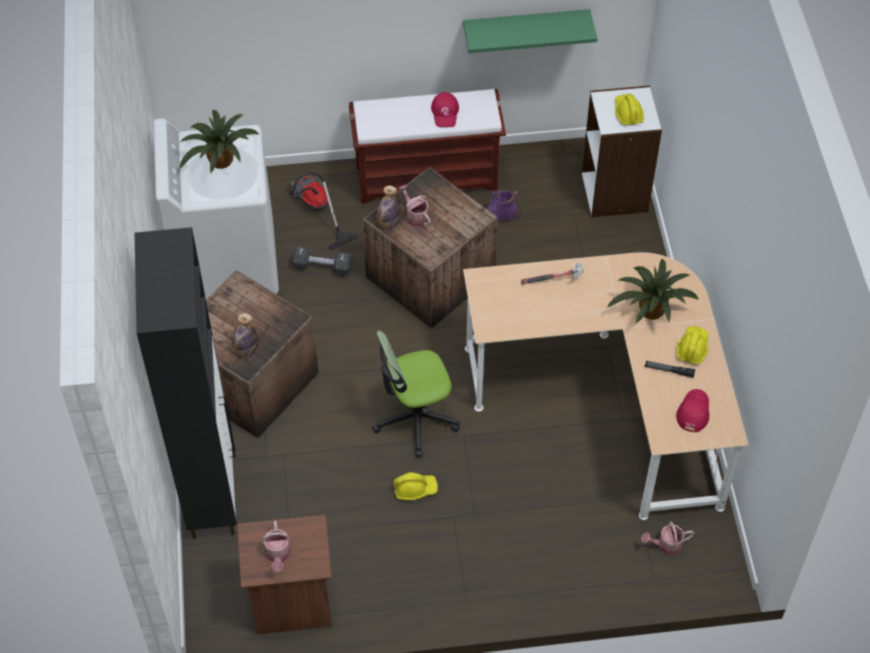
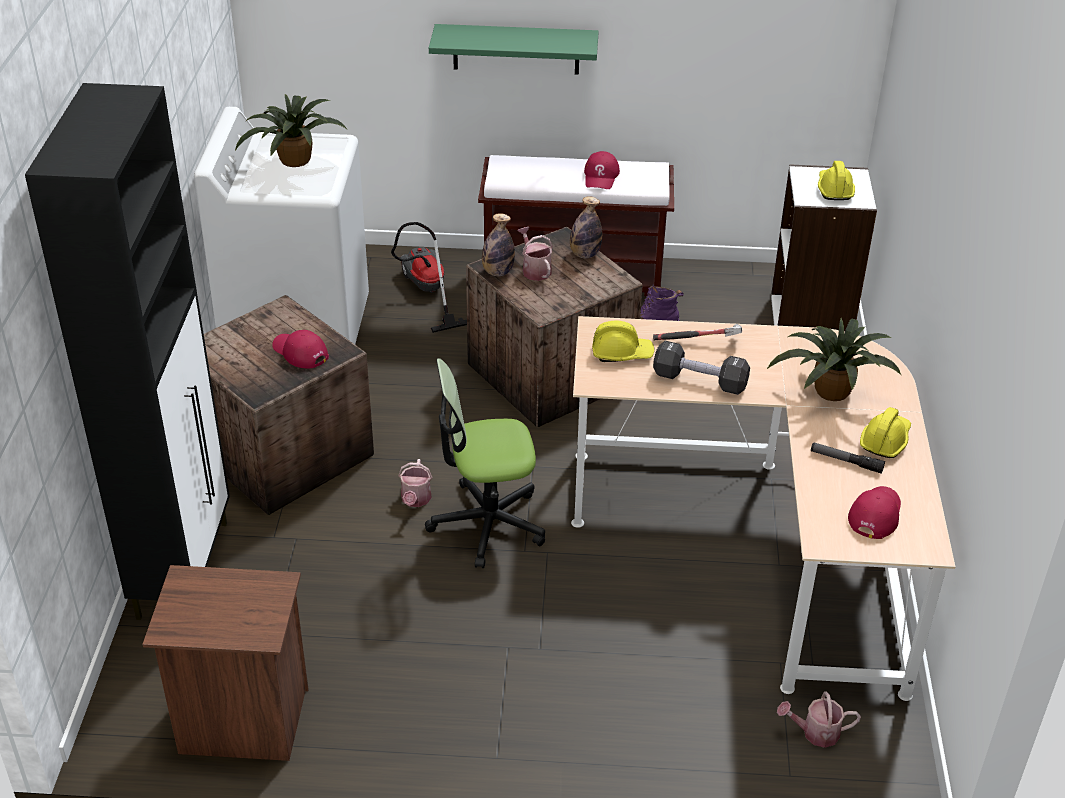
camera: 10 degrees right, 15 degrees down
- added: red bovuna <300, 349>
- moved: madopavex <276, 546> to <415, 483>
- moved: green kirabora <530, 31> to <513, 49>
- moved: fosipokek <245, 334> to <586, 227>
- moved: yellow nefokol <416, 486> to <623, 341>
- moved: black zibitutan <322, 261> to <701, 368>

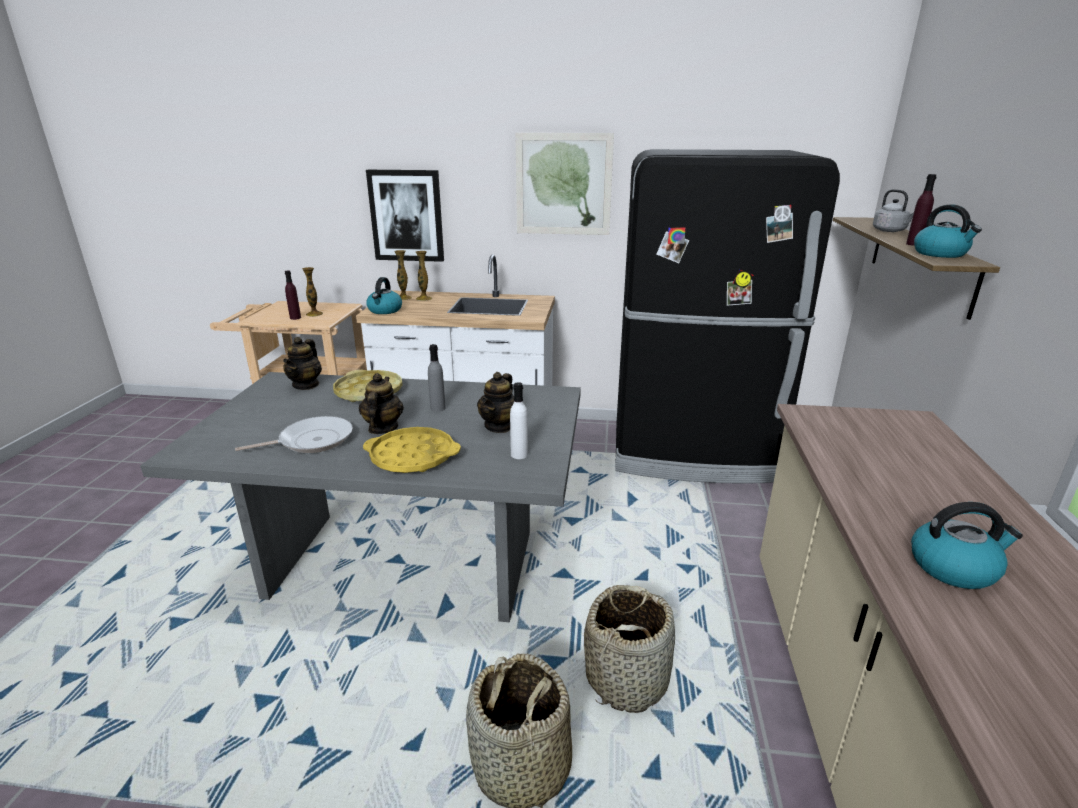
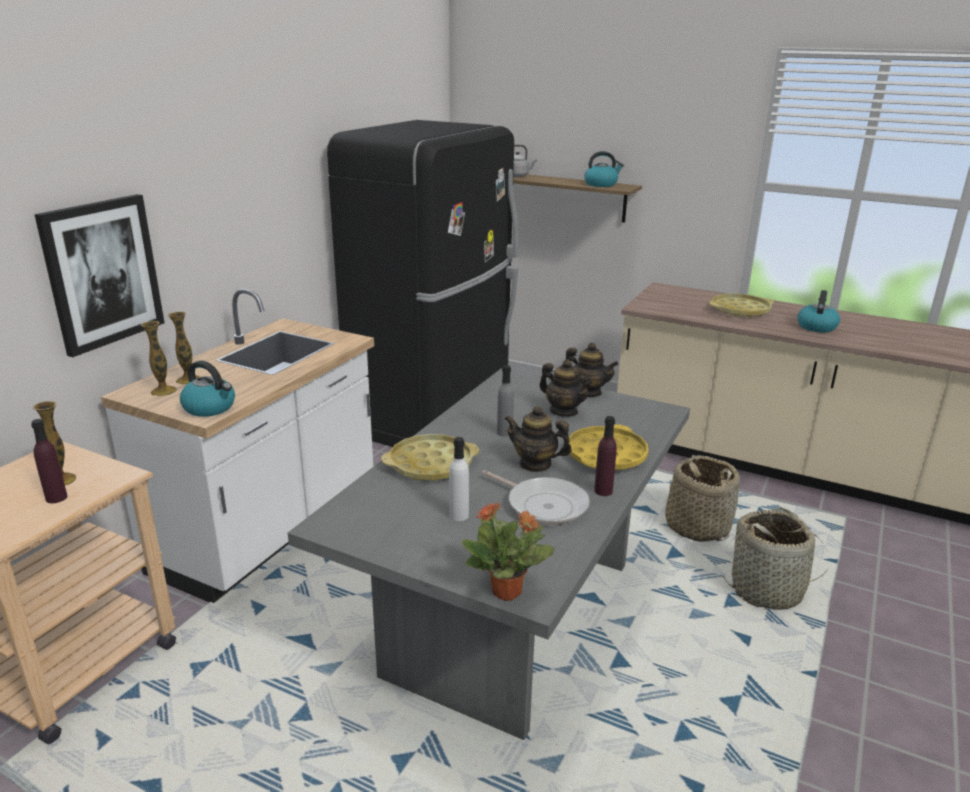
camera: 70 degrees left, 0 degrees up
- moved: white fosipokek <519, 420> to <459, 479>
- added: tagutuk <508, 551>
- turned: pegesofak <294, 434> = <536, 497> 135 degrees clockwise
- moved: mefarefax <302, 363> to <592, 370>
- moved: purple fosipokek <921, 210> to <605, 456>
- added: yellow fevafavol <741, 305>
- removed: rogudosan <564, 184>

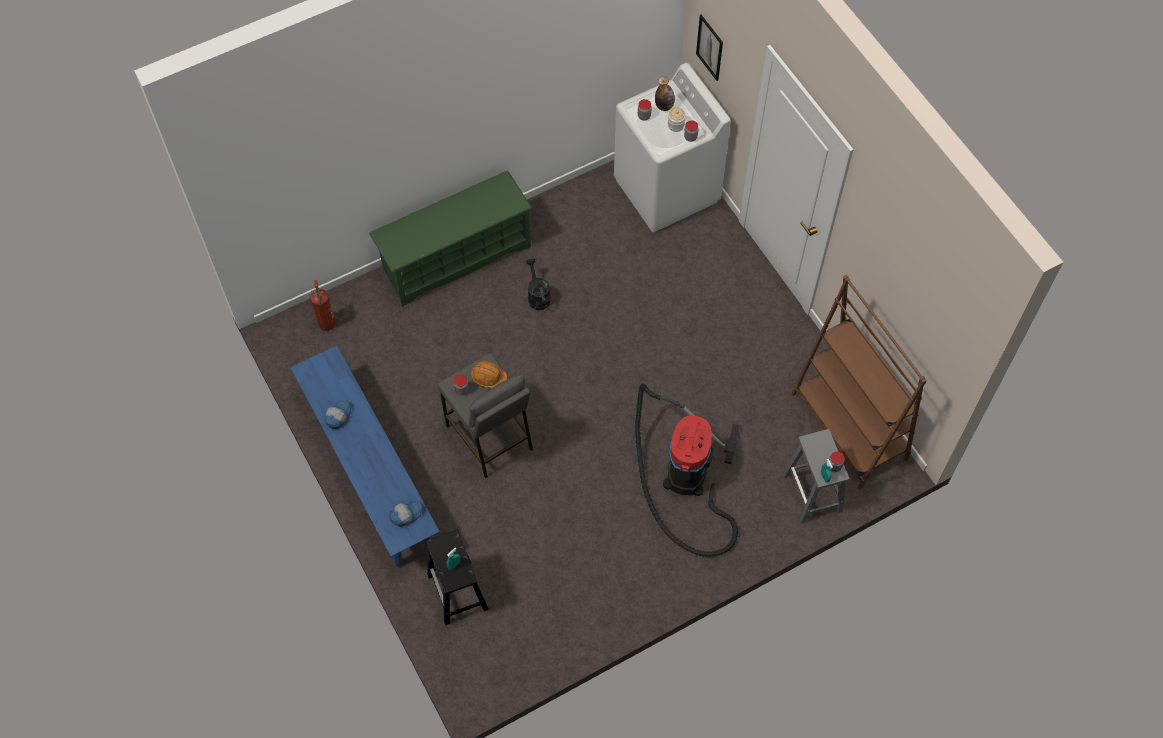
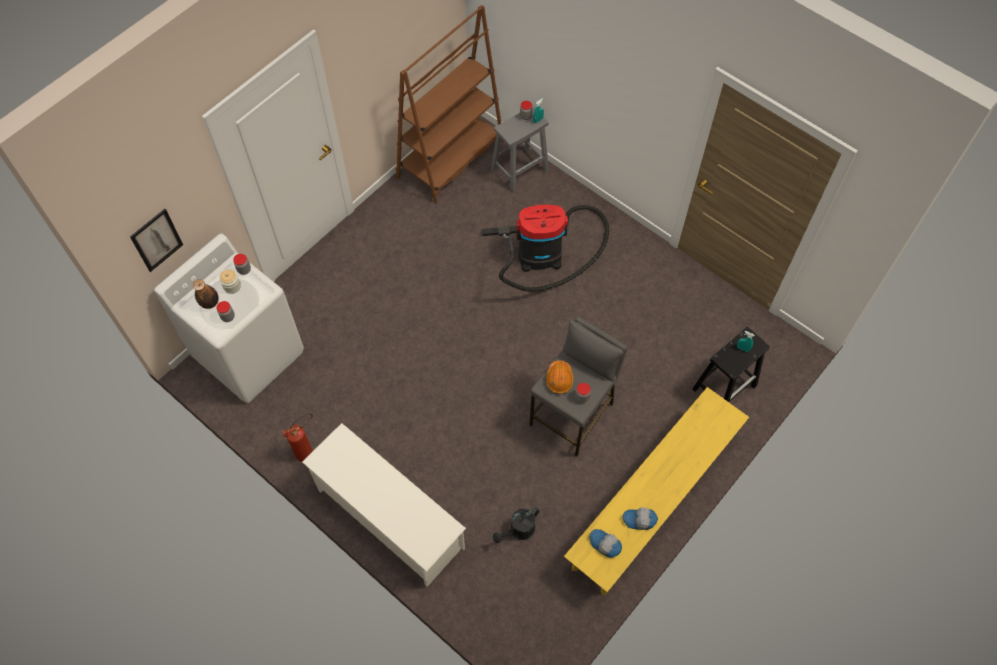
camera: 110 degrees left, 0 degrees up
- moved: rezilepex <323, 305> to <297, 437>
- recoloured: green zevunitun <450, 239> to white zevunitun <384, 505>
- moved: black madopavex <538, 284> to <516, 525>
- recoloured: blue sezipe <365, 456> to yellow sezipe <656, 491>
- moved: bovuna <405, 514> to <606, 543>

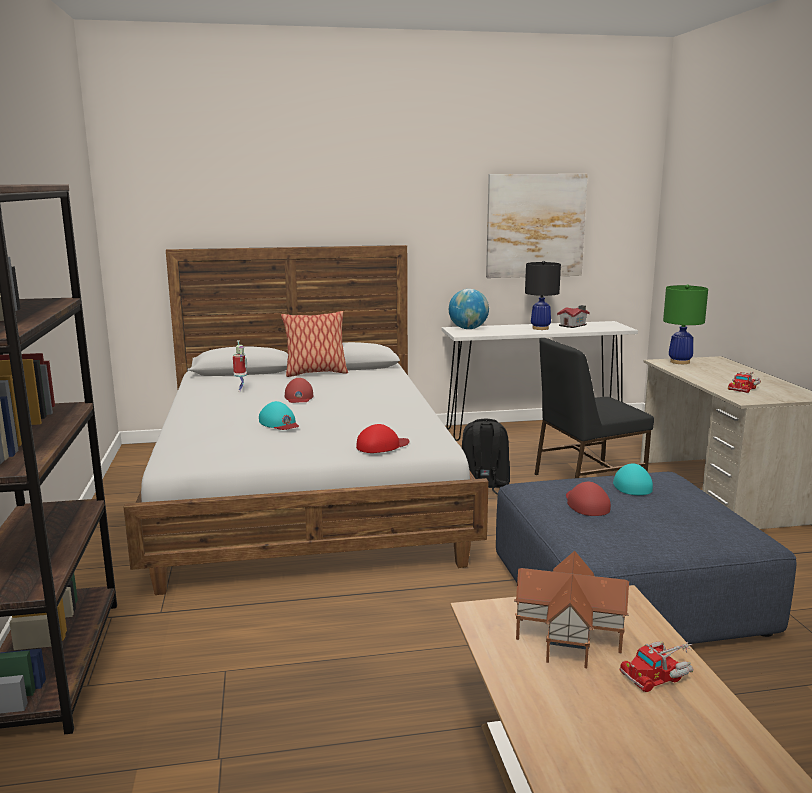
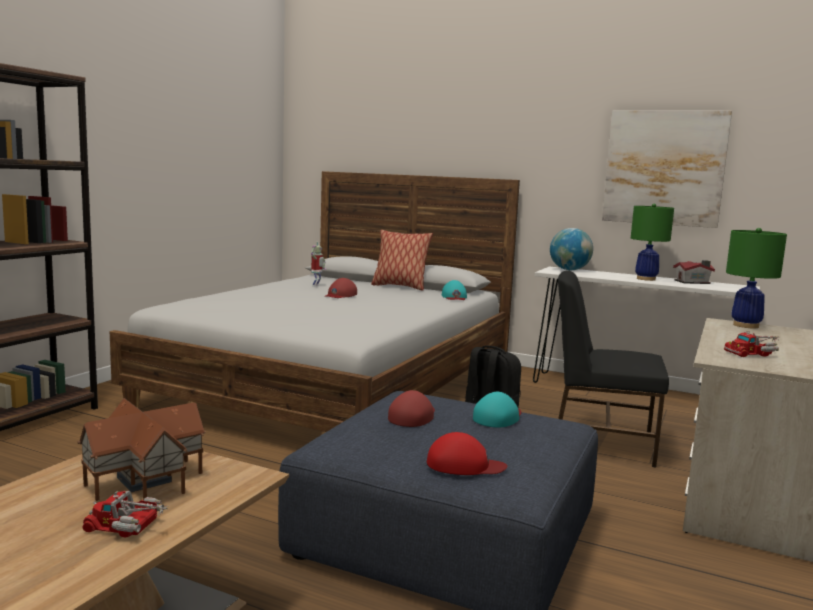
camera: 35 degrees right, 5 degrees down
- moved: red bovuna <382, 438> to <467, 453>
- moved: turquoise bovuna <279, 415> to <454, 290>
- recoloured: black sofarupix <543, 295> to green sofarupix <652, 242>

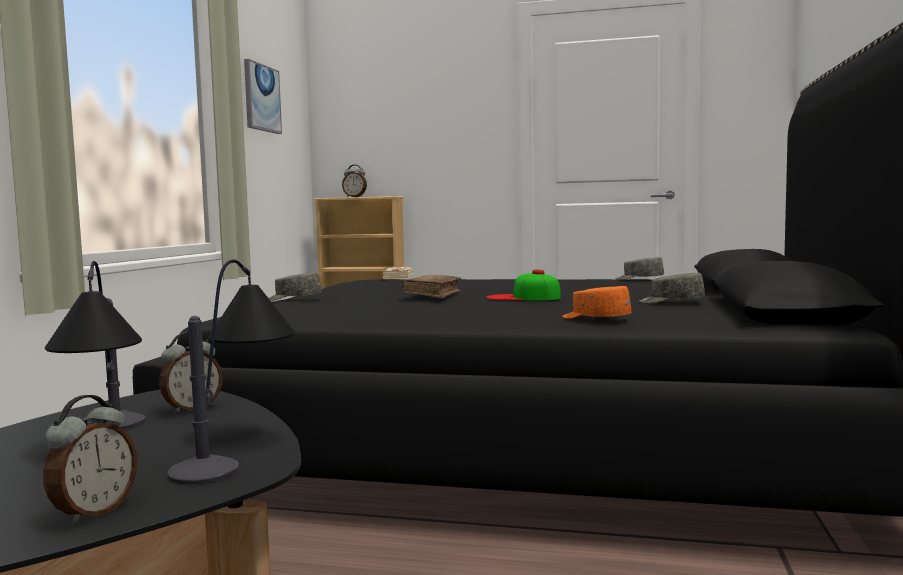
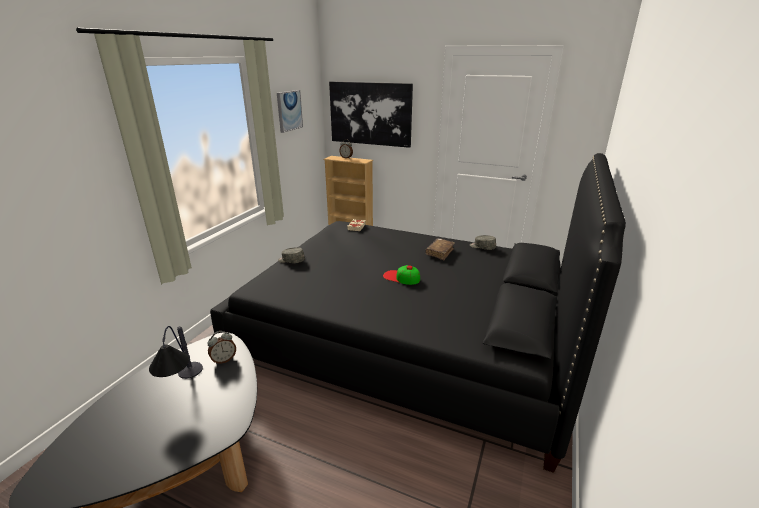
camera: 10 degrees right, 20 degrees up
- added: rogudosan <371, 114>
- moved: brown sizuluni <432, 287> to <440, 249>
- removed: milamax <90, 460>
- removed: sofarupix <231, 371>
- removed: orange bovuna <596, 302>
- removed: grey bovuna <672, 288>

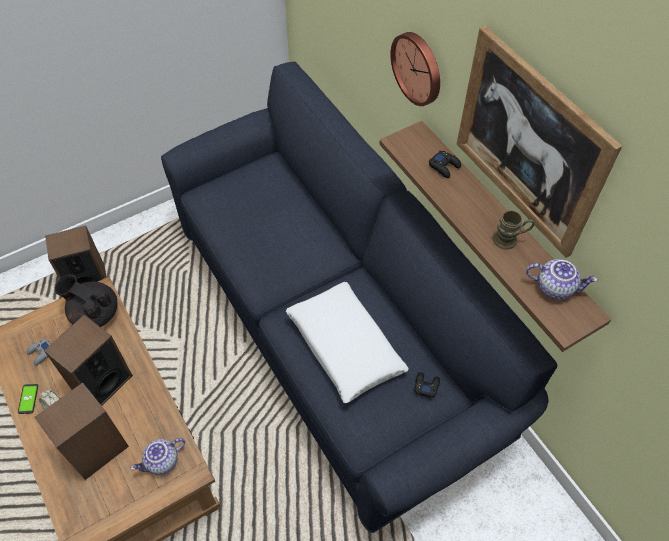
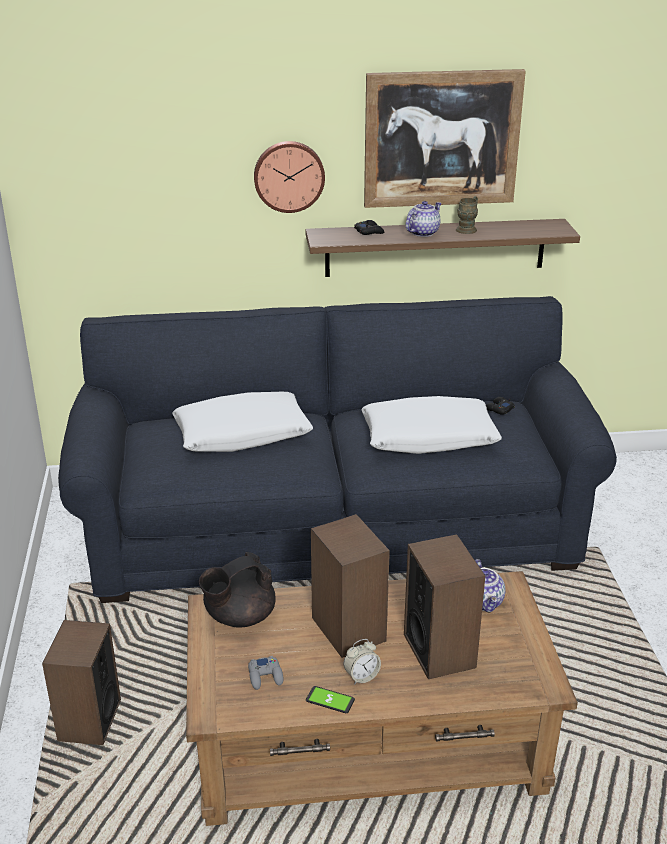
camera: 65 degrees left, 25 degrees down
- added: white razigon <242, 422>
- moved: mefarefax <561, 279> to <423, 219>

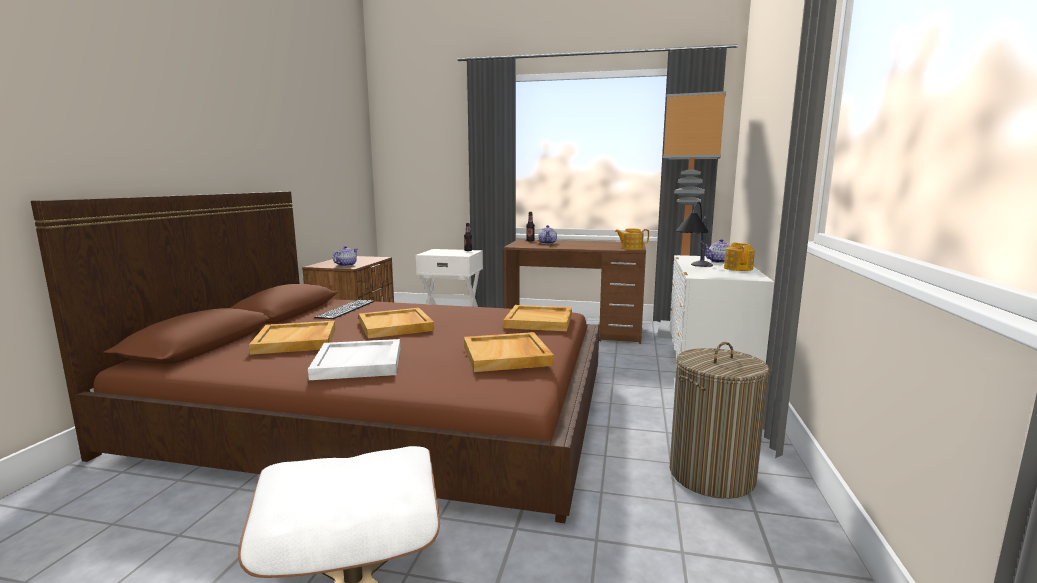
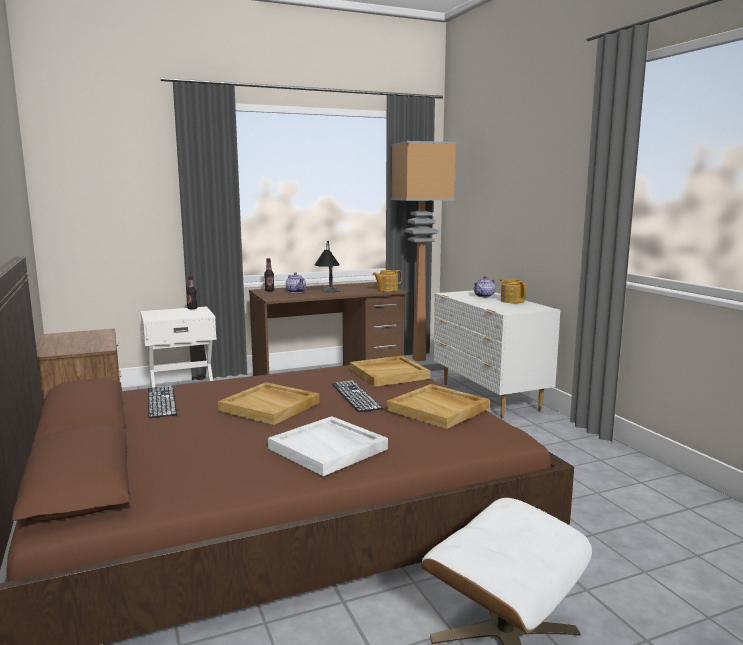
camera: 35 degrees left, 0 degrees up
- moved: sofarupix <694, 234> to <327, 267>
- added: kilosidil <357, 396>
- removed: beige fevafavol <292, 338>
- removed: mefarefax <345, 256>
- removed: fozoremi <720, 420>

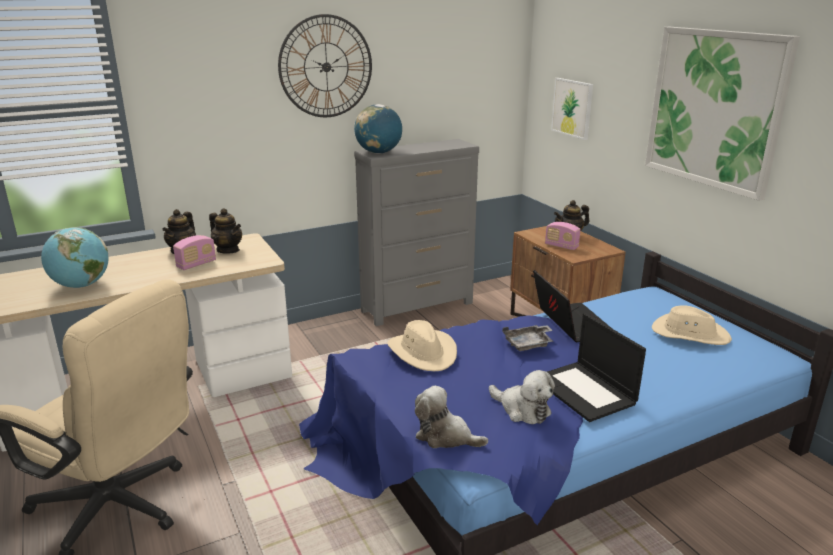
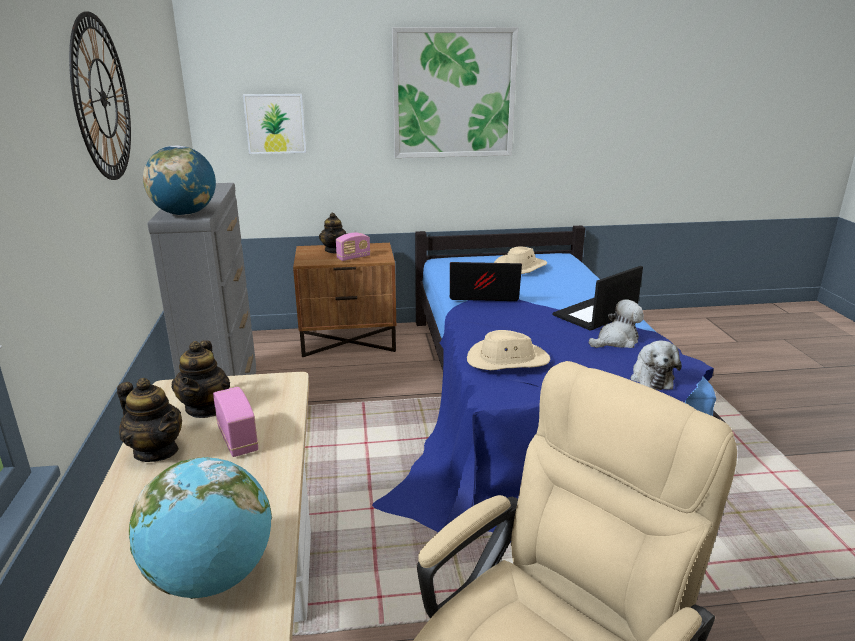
camera: 70 degrees left, 0 degrees up
- turned: mefarefax <225, 231> = <200, 379> 120 degrees clockwise
- turned: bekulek <596, 367> = <598, 298> 150 degrees clockwise
- turned: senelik <451, 417> = <656, 365> 45 degrees counterclockwise
- removed: grey fevafavol <527, 338>

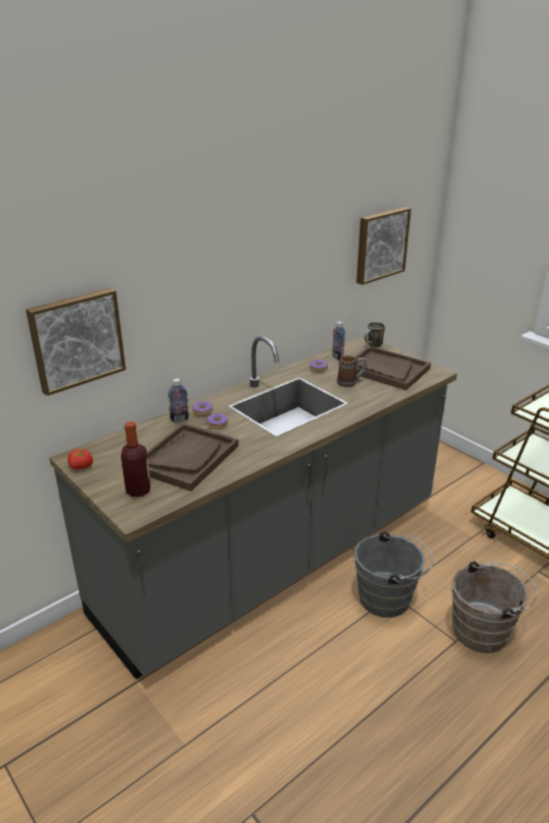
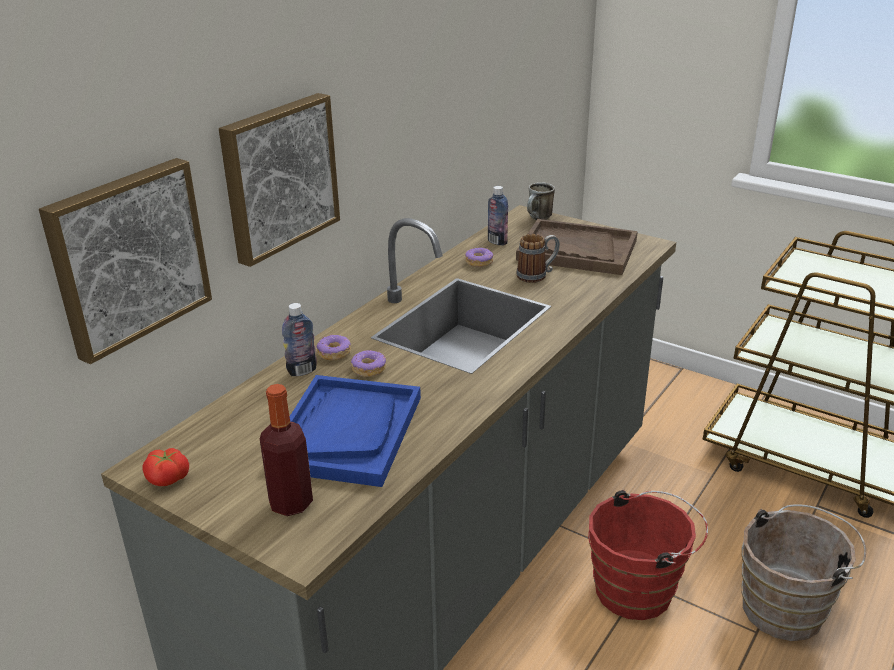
camera: 15 degrees left, 0 degrees up
- moved: rogudosan <383, 246> to <279, 180>
- recoloured: brown fevafavol <193, 457> to blue fevafavol <355, 431>
- recoloured: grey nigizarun <394, 574> to red nigizarun <648, 555>

